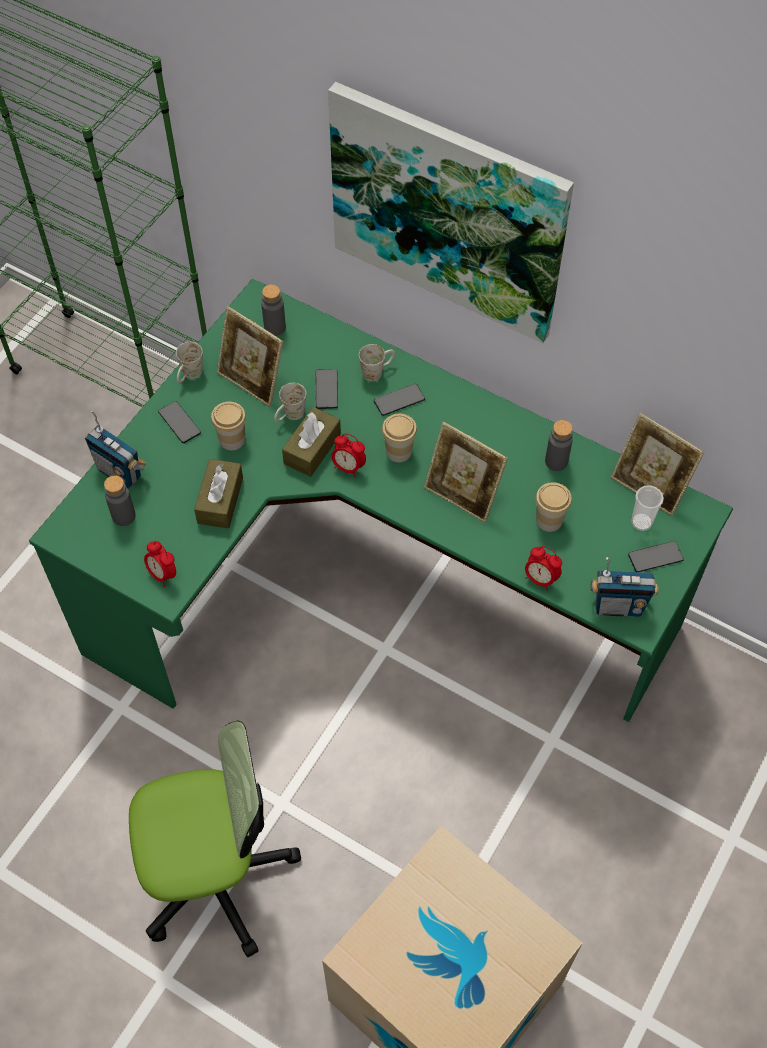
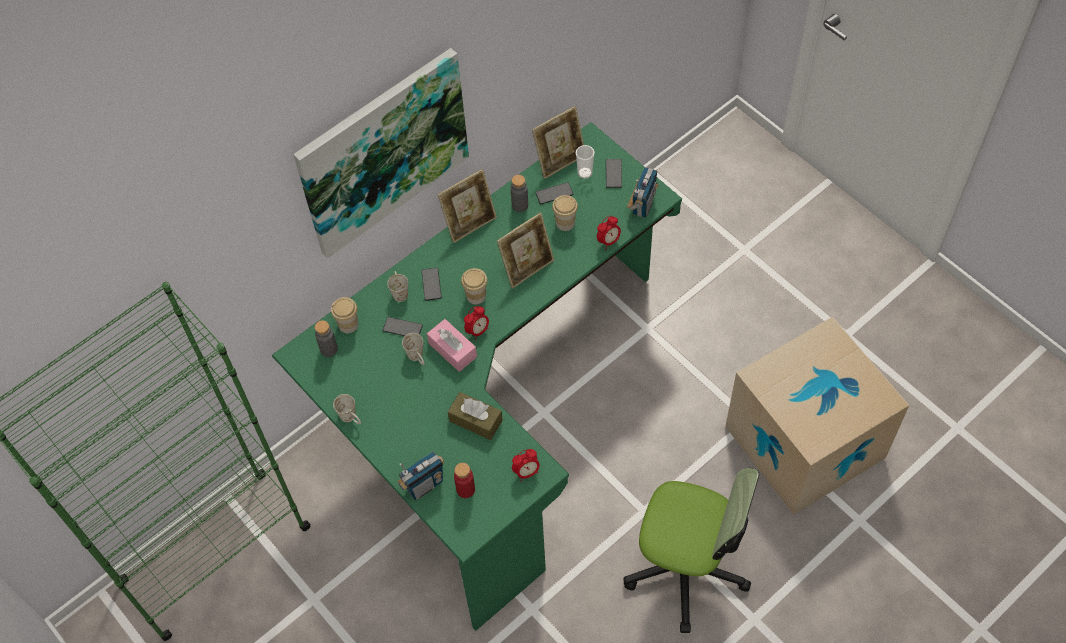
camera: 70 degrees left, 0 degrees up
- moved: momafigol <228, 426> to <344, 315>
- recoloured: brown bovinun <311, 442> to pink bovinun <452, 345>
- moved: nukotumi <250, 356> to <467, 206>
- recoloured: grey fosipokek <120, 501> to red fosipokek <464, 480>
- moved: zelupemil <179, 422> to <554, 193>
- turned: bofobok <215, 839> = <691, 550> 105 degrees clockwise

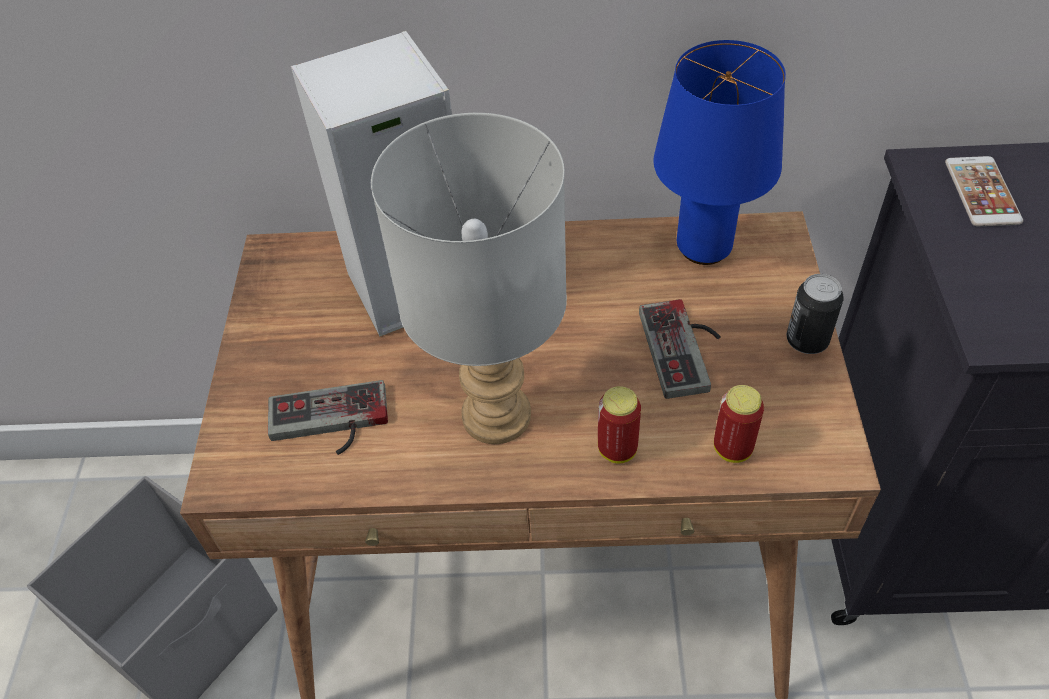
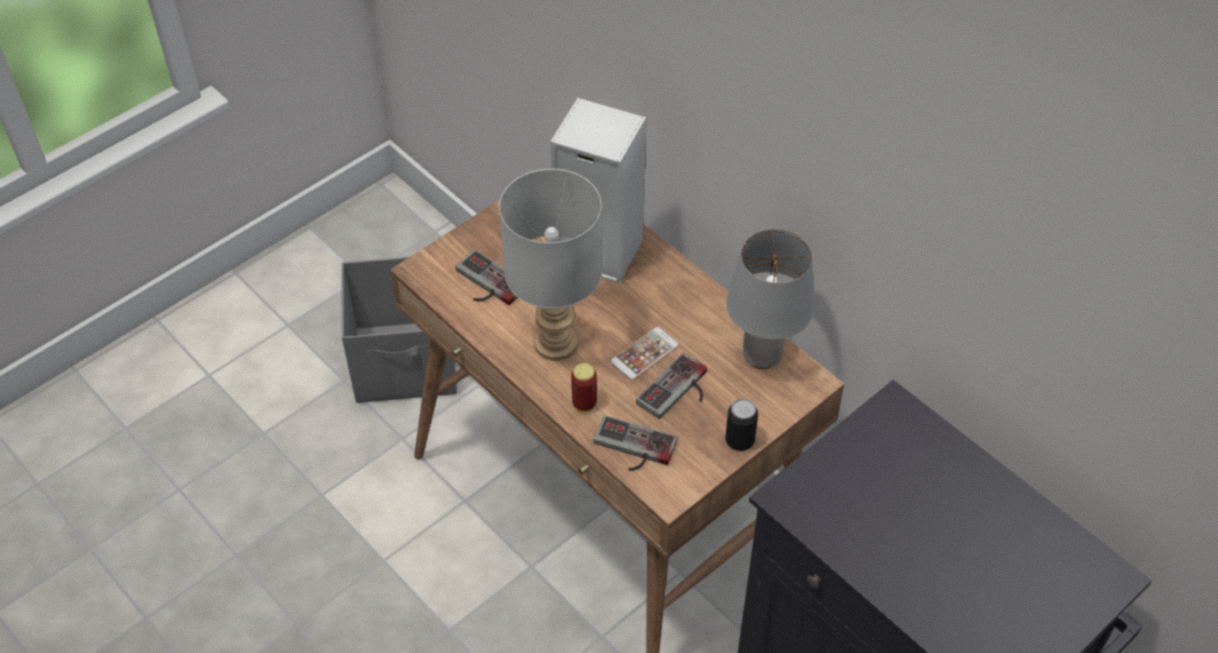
camera: 45 degrees right, 0 degrees up
- replaced: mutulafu <739, 424> to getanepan <635, 443>
- moved: zelupemil <984, 191> to <645, 353>
- recoloured: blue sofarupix <720, 152> to grey sofarupix <770, 299>

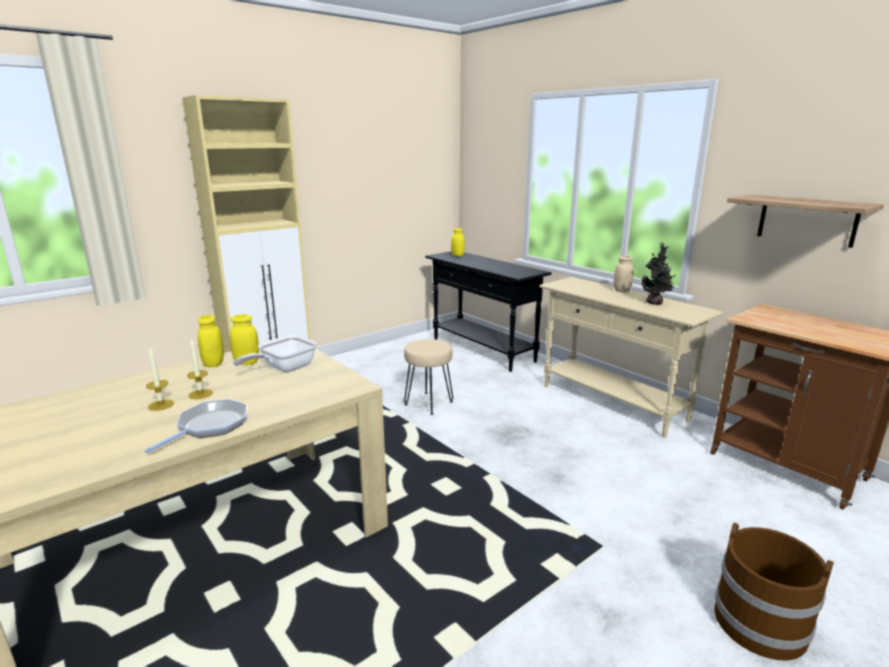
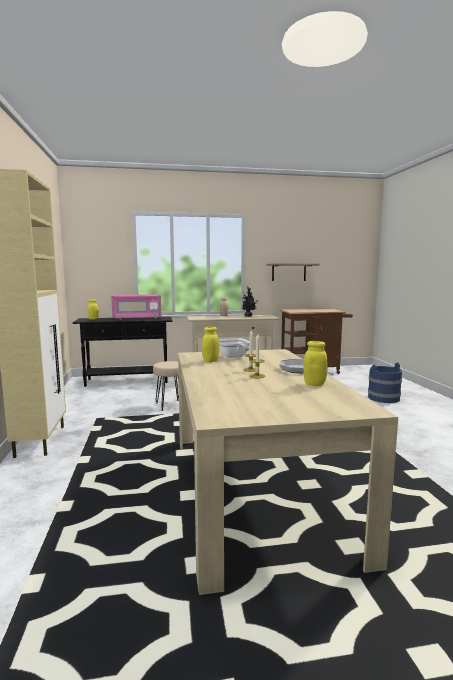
camera: 60 degrees left, 10 degrees down
- added: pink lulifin <136, 307>
- moved: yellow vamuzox <211, 341> to <315, 363>
- recoloured: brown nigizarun <774, 591> to blue nigizarun <385, 383>

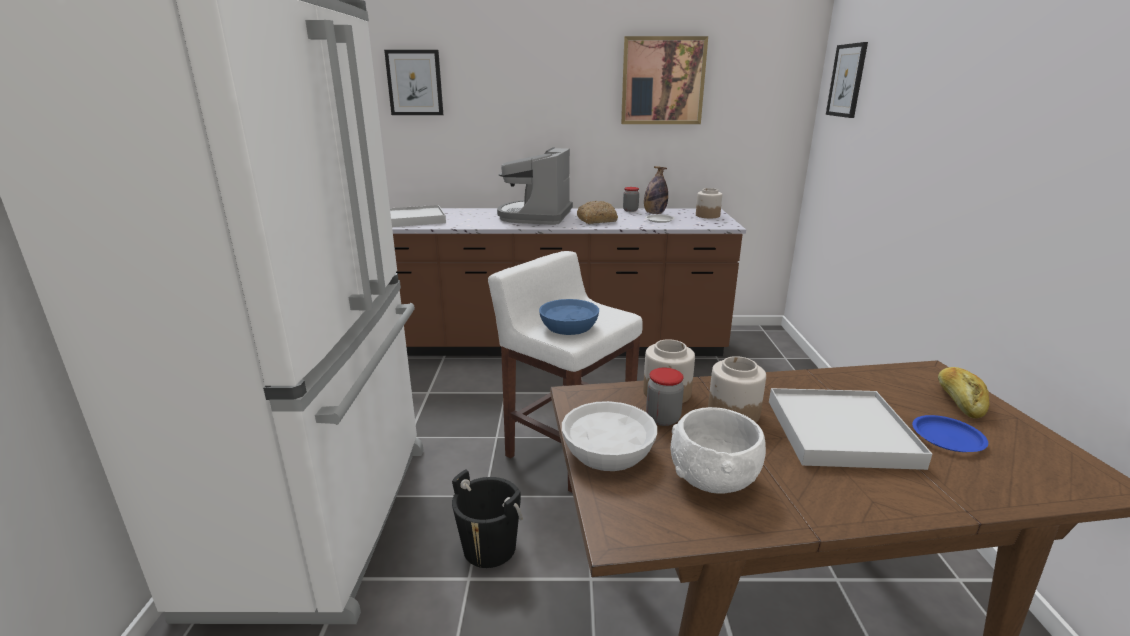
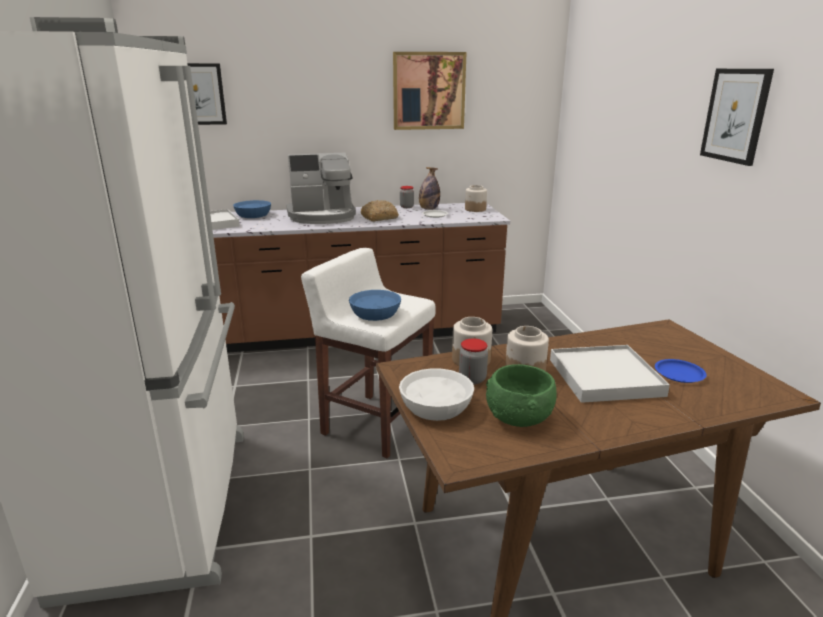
camera: 10 degrees left, 0 degrees up
- added: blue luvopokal <252, 209>
- turned: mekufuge <535, 186> = <321, 188> 105 degrees counterclockwise
- recoloured: white luvopokal <718, 450> to green luvopokal <521, 395>
- moved: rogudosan <847, 80> to <737, 117>
- removed: black nigizarun <487, 518>
- removed: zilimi <964, 393>

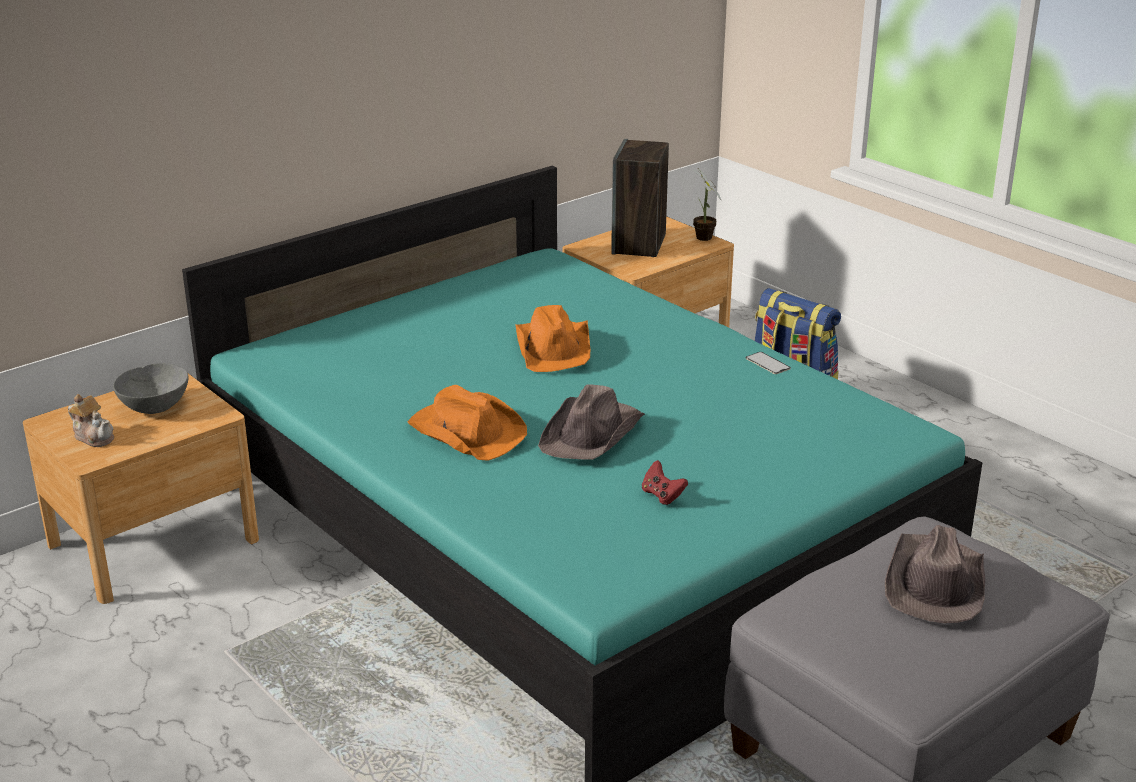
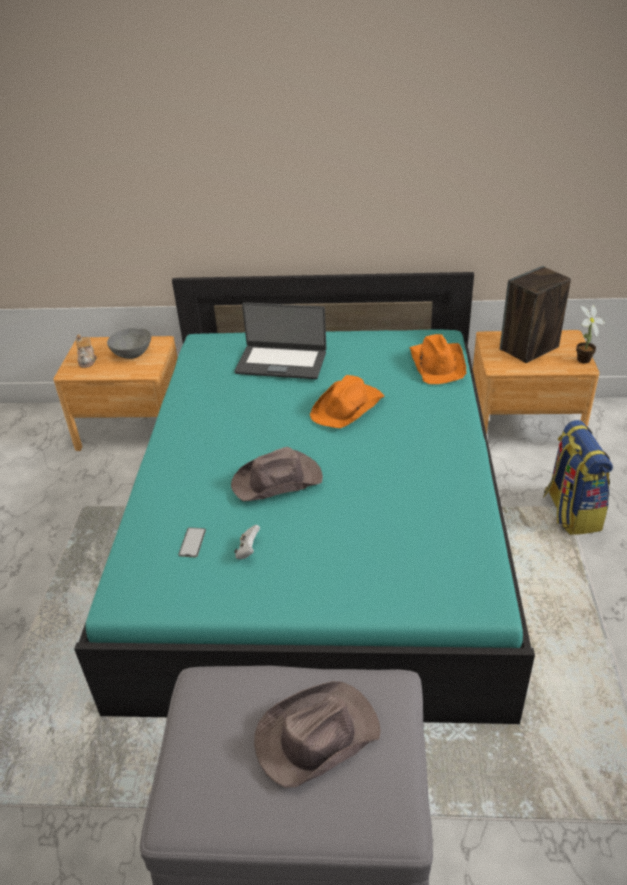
camera: 45 degrees right, 10 degrees up
- moved: zelupemil <768, 363> to <192, 542>
- added: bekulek <280, 340>
- recoloured: red getanepan <665, 482> to white getanepan <247, 542>
- moved: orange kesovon <467, 423> to <437, 359>

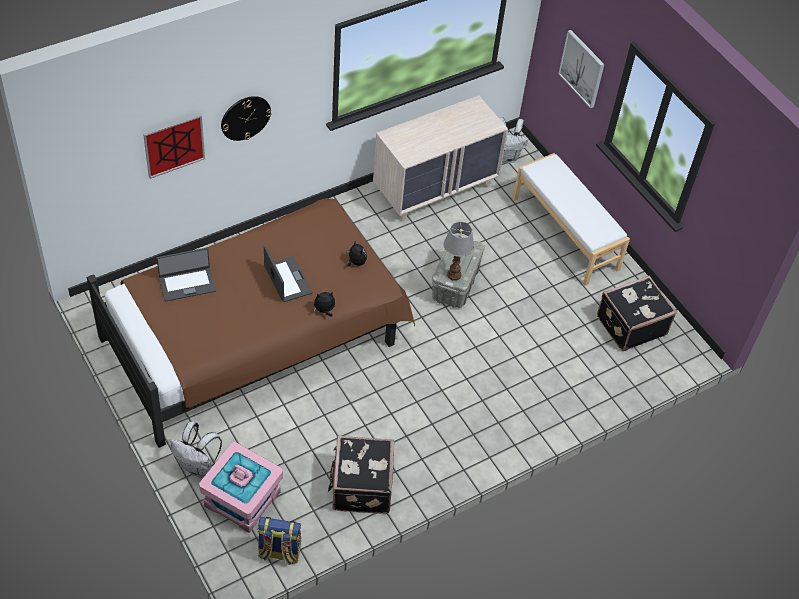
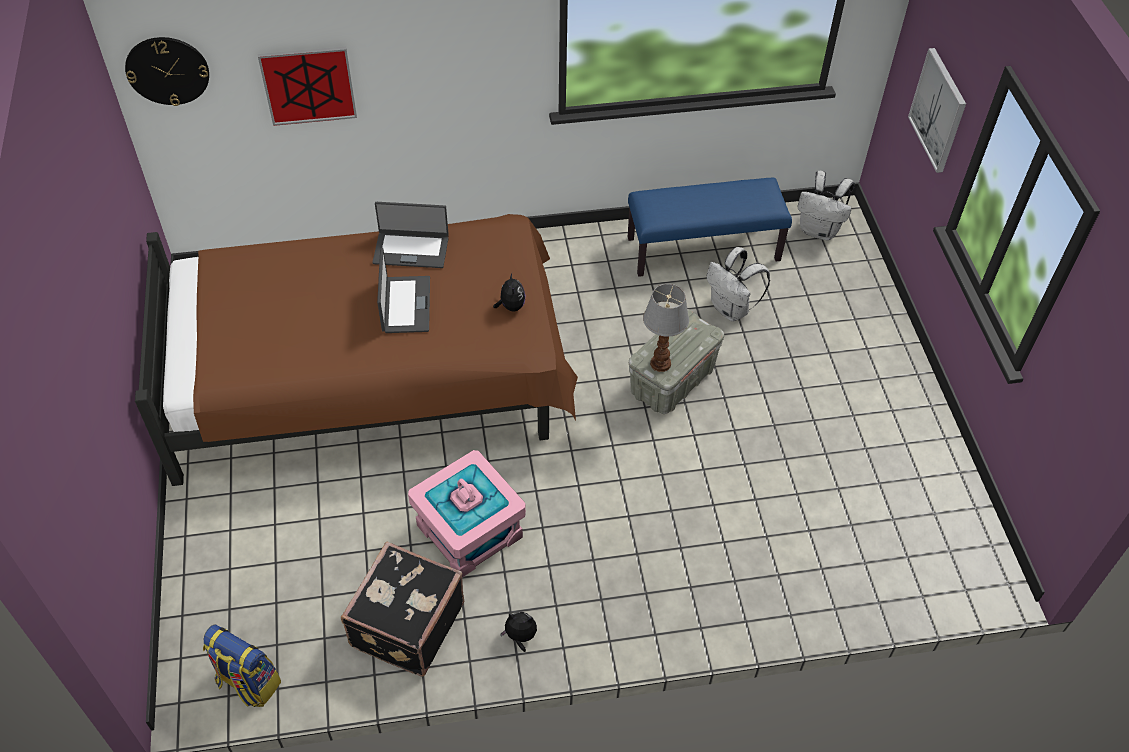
camera: 25 degrees right, 0 degrees up
- moved: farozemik <246, 118> to <167, 71>
- moved: bekulek <186, 274> to <411, 235>
- moved: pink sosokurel <241, 487> to <467, 514>
- moved: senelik <324, 304> to <518, 632>
- replaced: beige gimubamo <440, 158> to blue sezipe <710, 227>
- moved: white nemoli <196, 449> to <738, 284>
- removed: white sezipe <571, 219>
- removed: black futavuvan <637, 313>

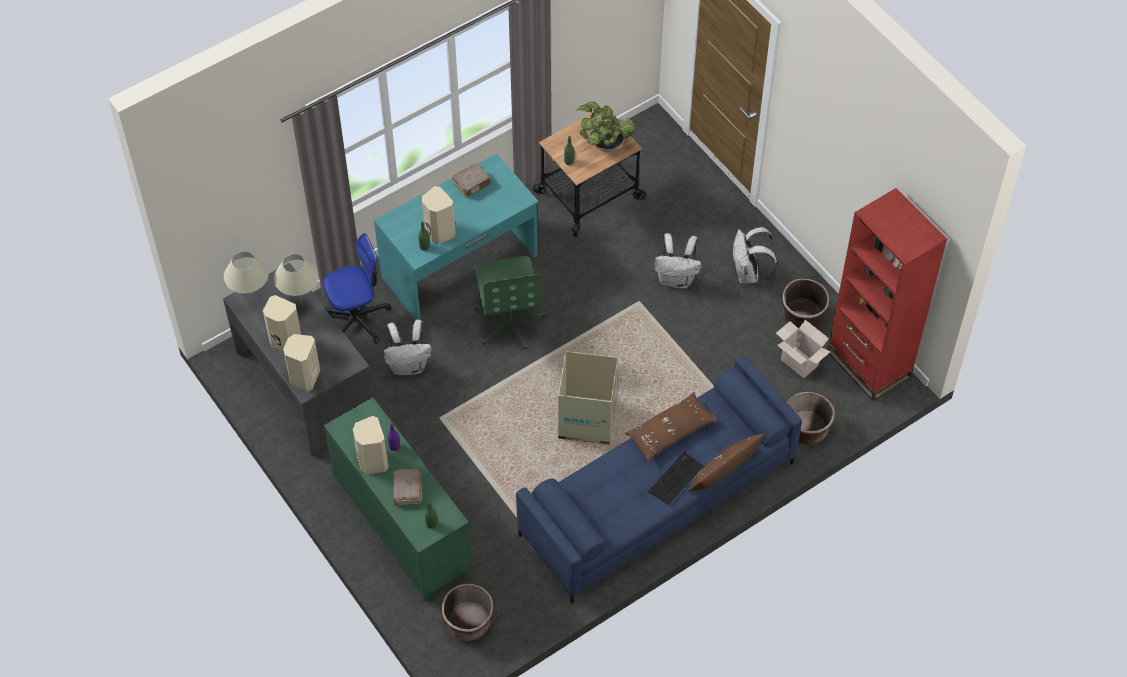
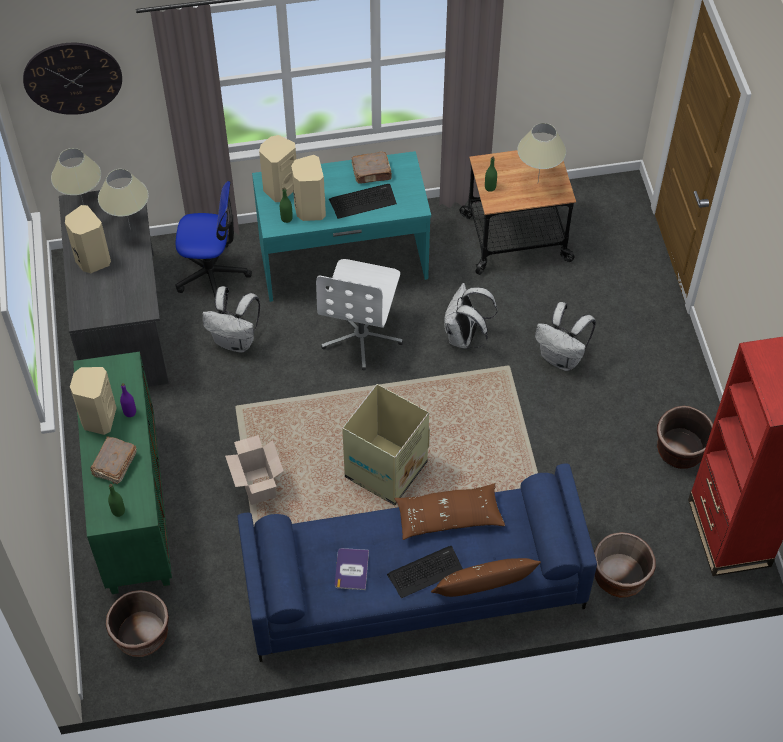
camera: 25 degrees right, 0 degrees up
- added: farozemik <72, 79>
- moved: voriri <803, 349> to <254, 470>
- moved: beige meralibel <301, 363> to <277, 168>
- recoloured: green bofobok <510, 303> to white bofobok <359, 314>
- added: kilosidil <363, 201>
- added: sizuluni <352, 569>
- moved: white nemoli <755, 255> to <470, 316>
- replaced: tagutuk <605, 126> to beige sofarupix <541, 152>

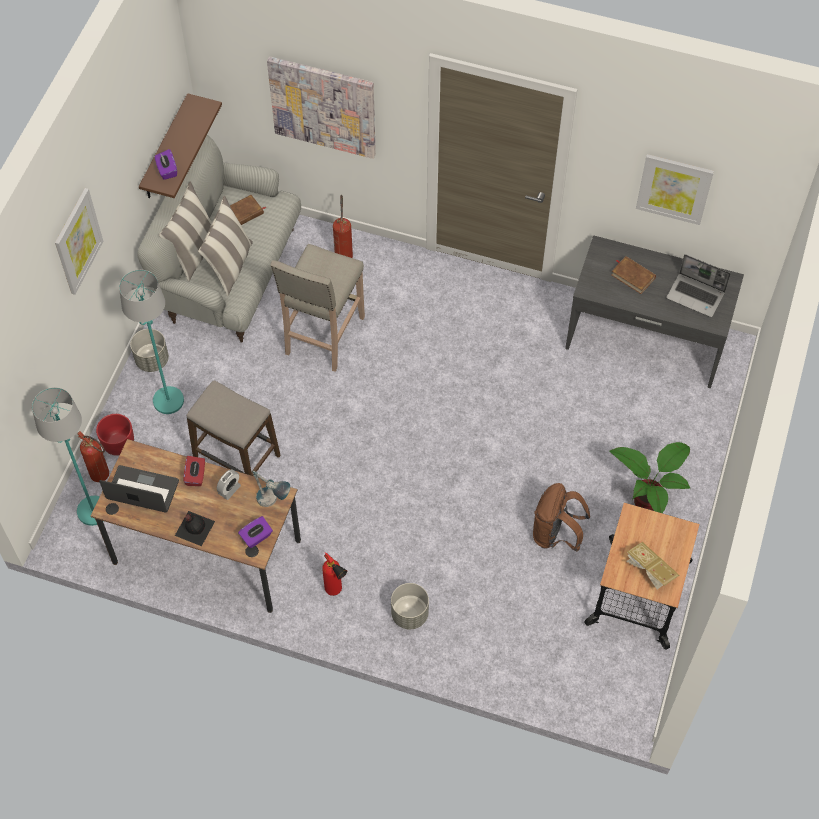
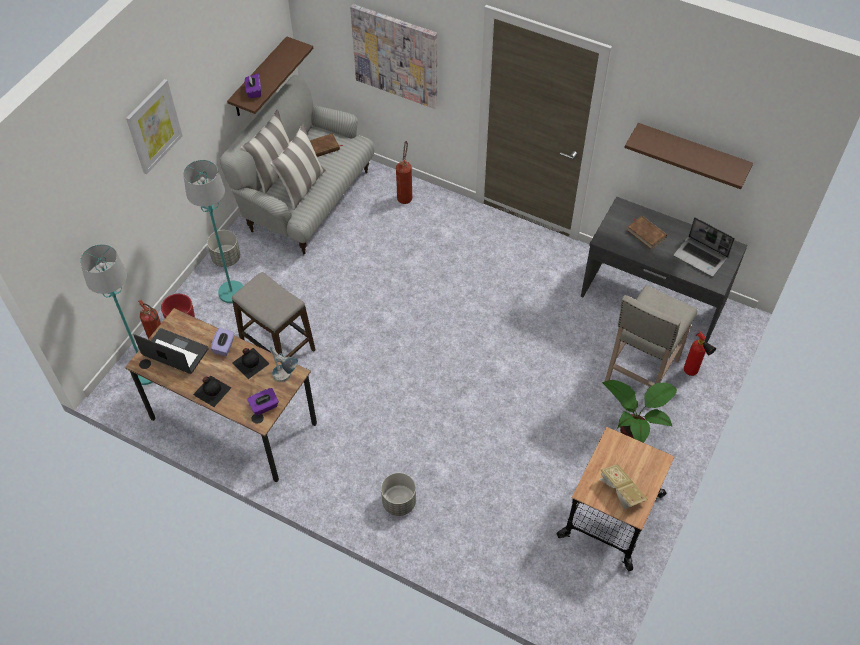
camera: 10 degrees right, 5 degrees down
- recoloured: red bovinun <194, 471> to purple bovinun <222, 341>
- replaced: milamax <229, 484> to black fosipokek <250, 363>
- moved: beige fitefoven <317, 307> to <650, 336>
- replaced: rogudosan <675, 189> to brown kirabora <688, 156>
- moved: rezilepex <334, 574> to <700, 353>
- removed: brown nemoli <561, 517>

